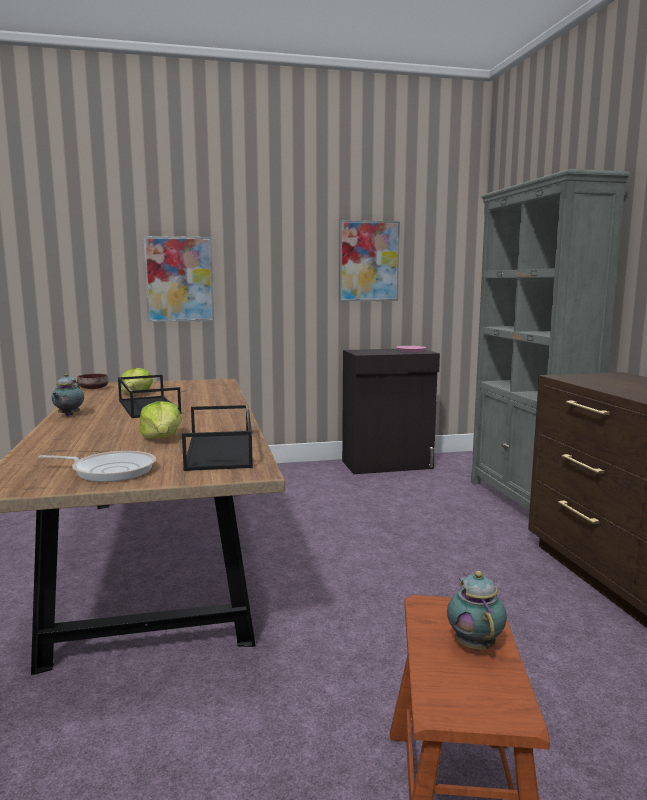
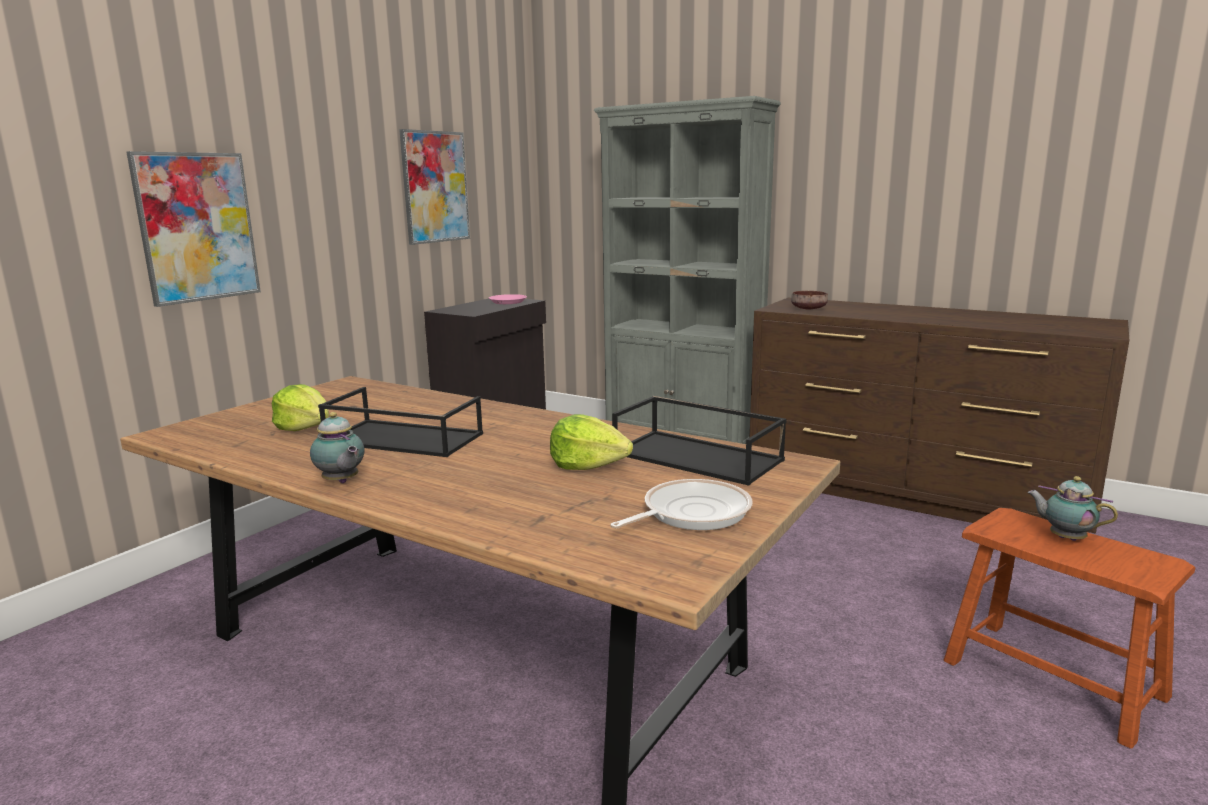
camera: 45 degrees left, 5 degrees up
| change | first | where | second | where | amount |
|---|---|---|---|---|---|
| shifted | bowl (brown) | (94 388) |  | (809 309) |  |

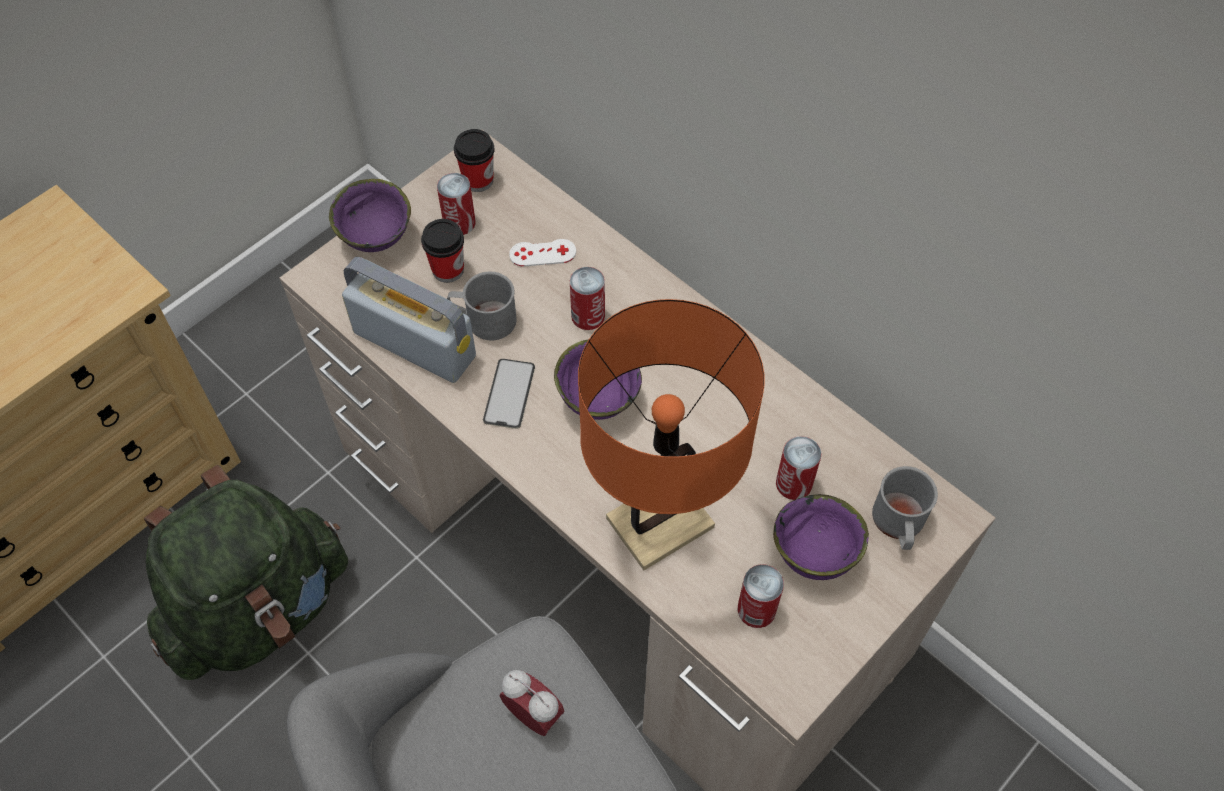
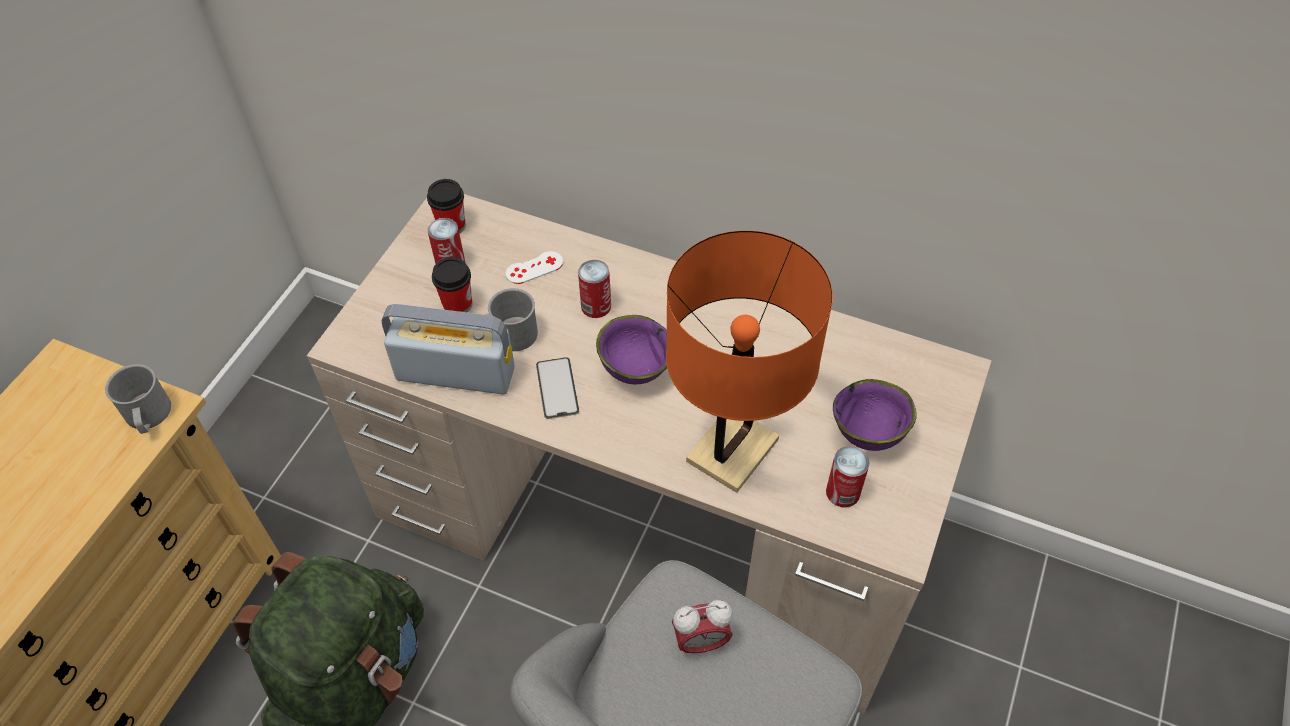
camera: 20 degrees left, 5 degrees down
| change | first | where | second | where | amount |
|---|---|---|---|---|---|
| gone | bowl (purple) | (378 238) |  |  |  |
| gone | can | (794 483) |  |  |  |
| shifted | mug (grey) | (899 524) |  | (148 417) |  |
| rotated | alarm clock | (534 715) |  | (701 642) | 150 degrees clockwise |

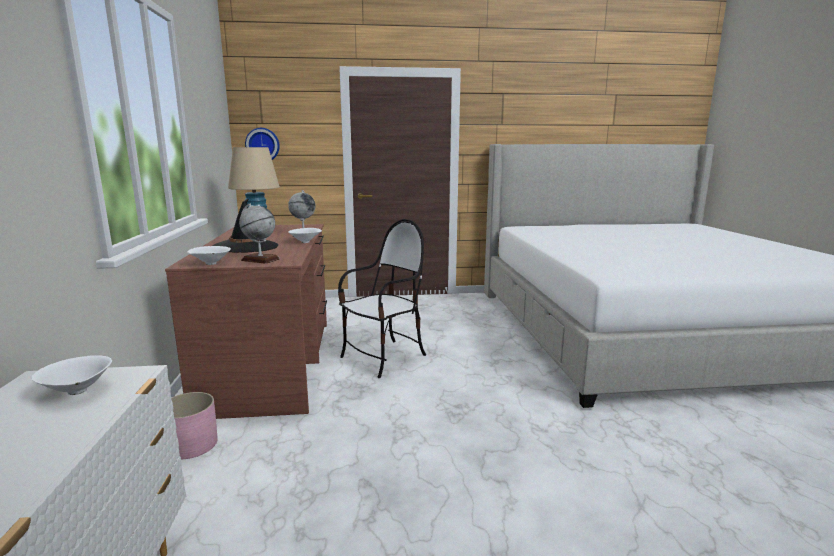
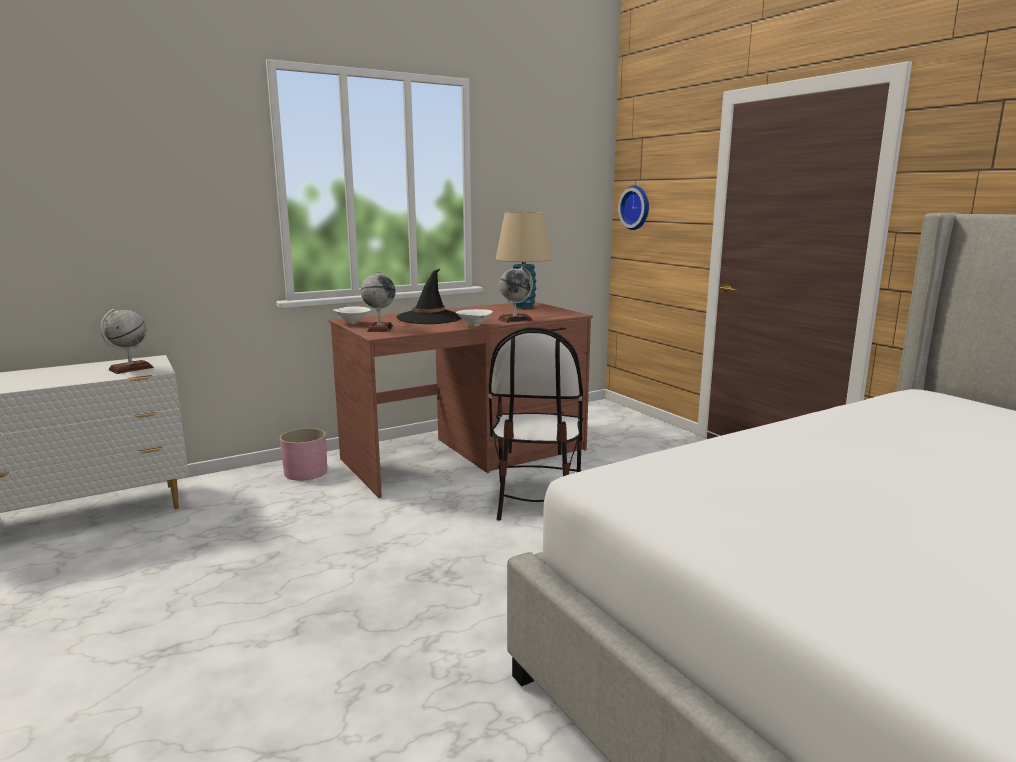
camera: 65 degrees right, 0 degrees up
| change | first | where | second | where | amount |
|---|---|---|---|---|---|
| rotated | chair | (384 358) |  | (535 500) | 75 degrees clockwise |
| swapped | bowl (white) | (77 392) | globe | (131 368) |  |

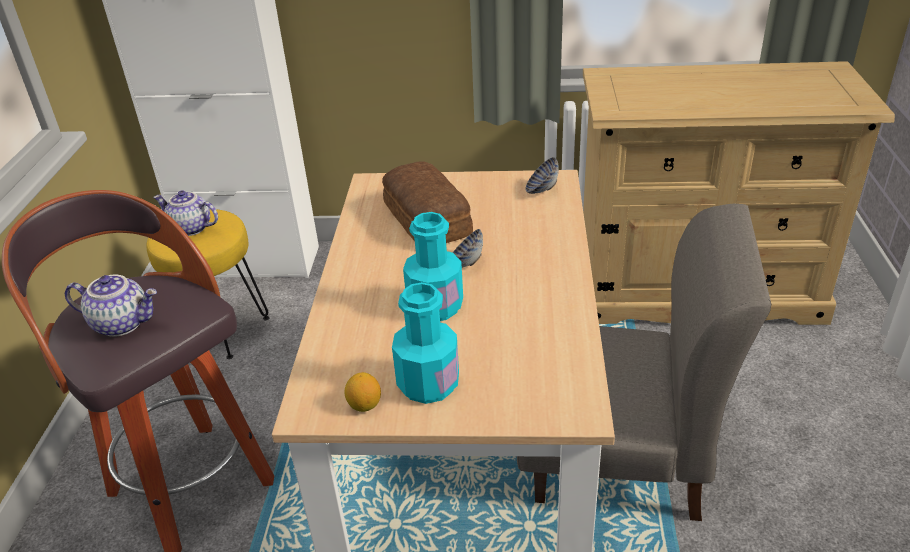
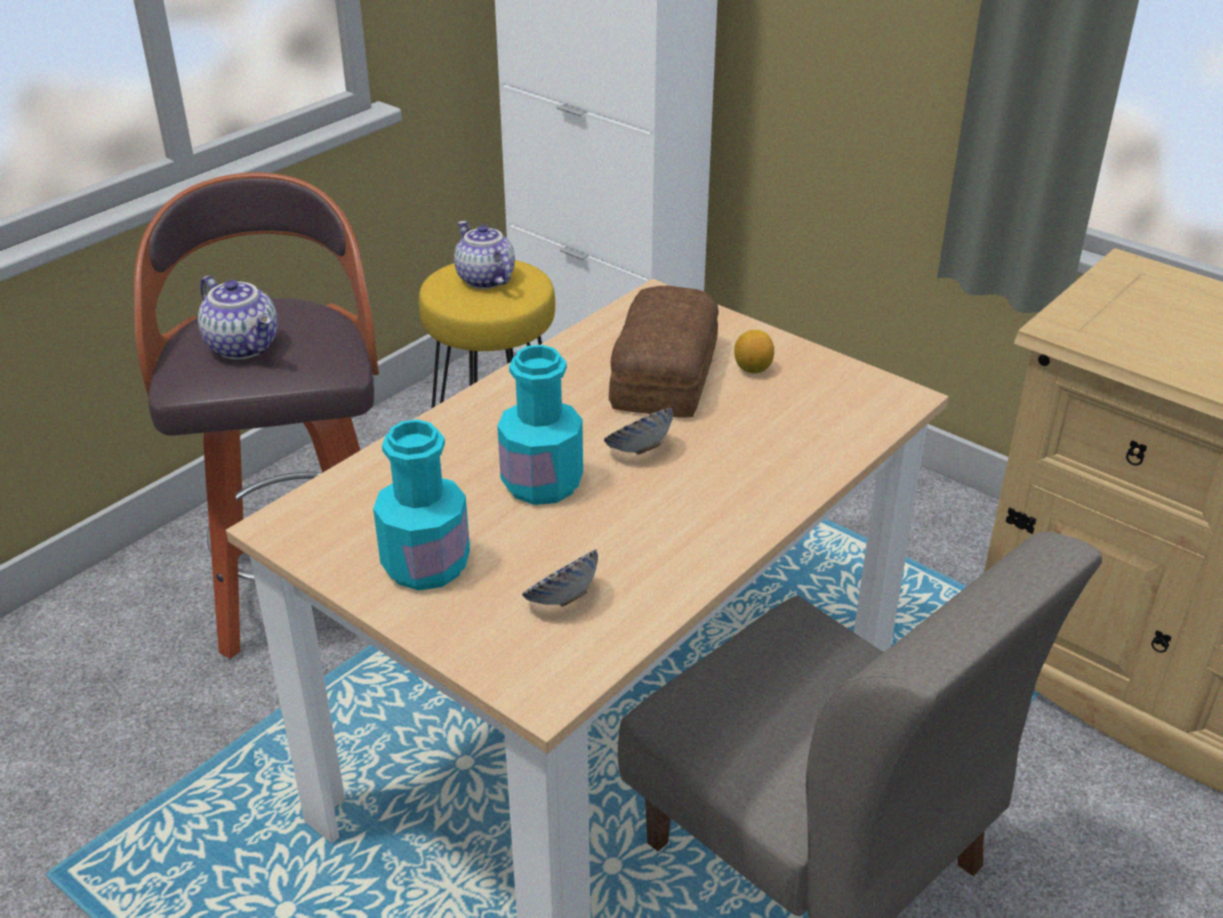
camera: 35 degrees right, 0 degrees up
| change | first | where | second | where | amount |
|---|---|---|---|---|---|
| shifted | bowl | (541 190) |  | (561 599) |  |
| shifted | lemon | (364 405) |  | (752 369) |  |

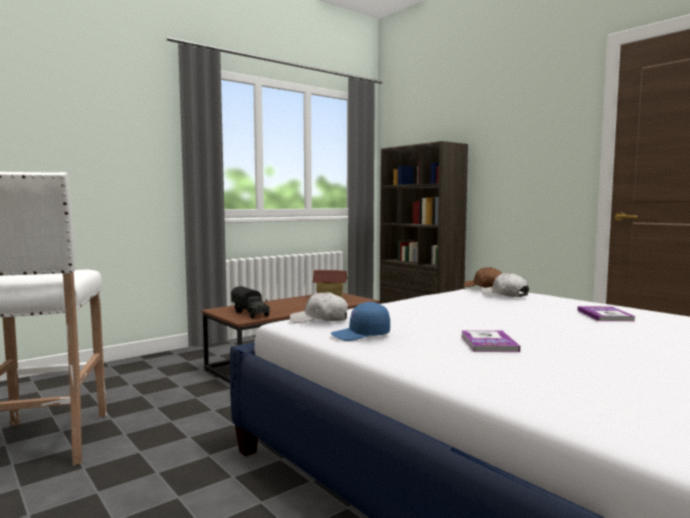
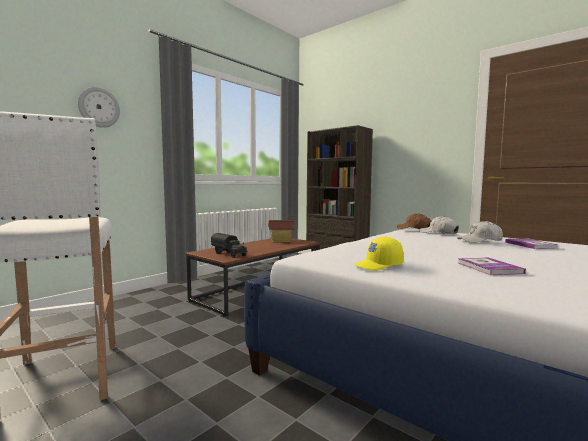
camera: 10 degrees left, 0 degrees up
| change | first | where | second | where | amount |
|---|---|---|---|---|---|
| shifted | cap (white) | (320 320) |  | (480 240) |  |
| repainted | cap (blue) | (361 335) | cap (yellow) | (378 265) |  |
| new |  |  | wall clock | (99 107) |  |

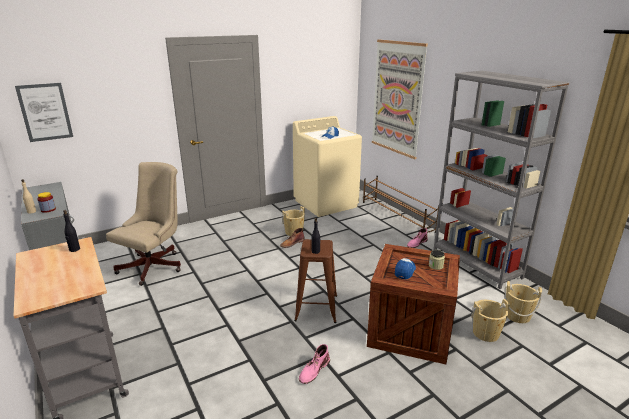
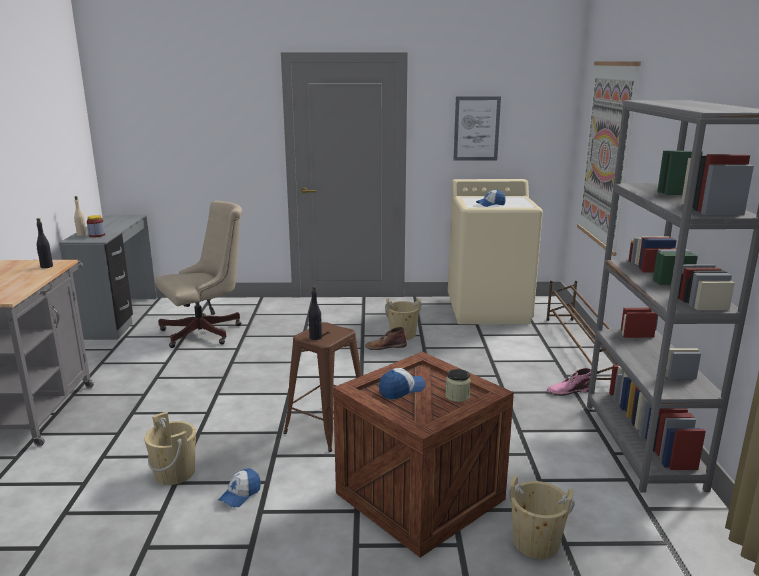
camera: 30 degrees right, 5 degrees down
| change | first | where | second | where | amount |
|---|---|---|---|---|---|
| shifted | picture | (45 112) |  | (476 128) |  |
| shifted | bucket (beige) | (517 315) |  | (175 473) |  |
| swapped | boot (pink) | (314 370) | cap | (240 494) |  |

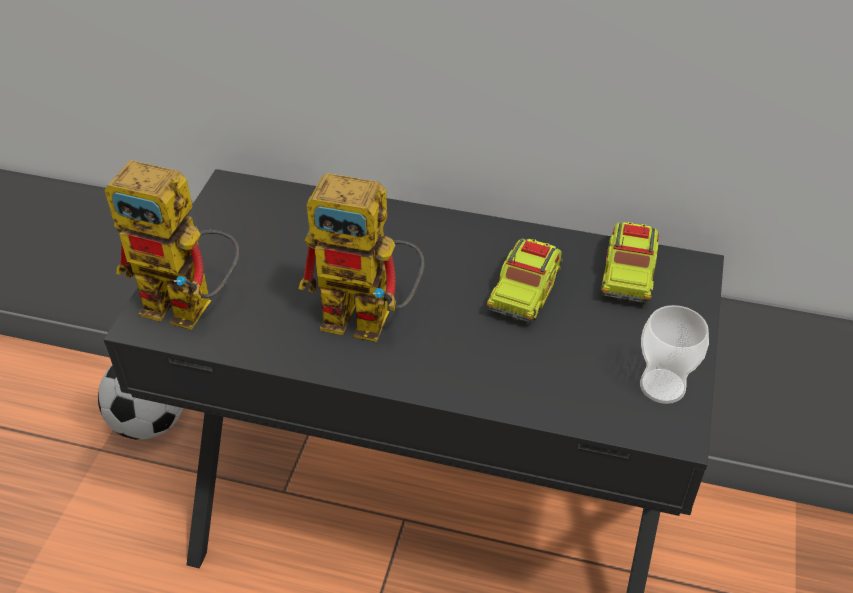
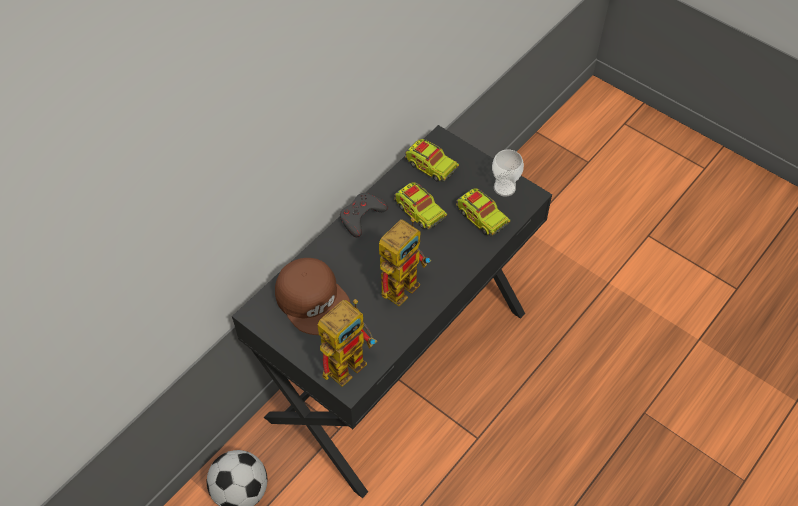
camera: 65 degrees left, 10 degrees up
| change | first | where | second | where | amount |
|---|---|---|---|---|---|
| new |  |  | toy truck | (481 217) |  |
| new |  |  | game controller (grey) | (361 216) |  |
| new |  |  | cap (brown) | (313 299) |  |

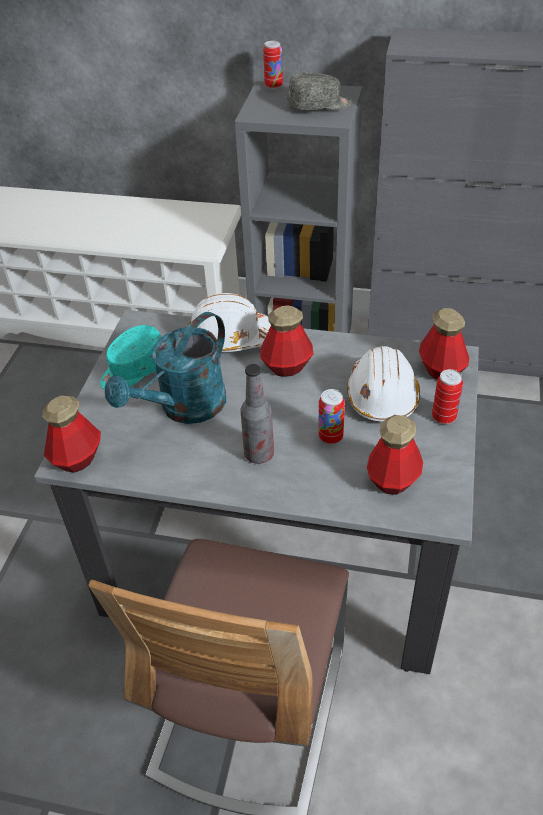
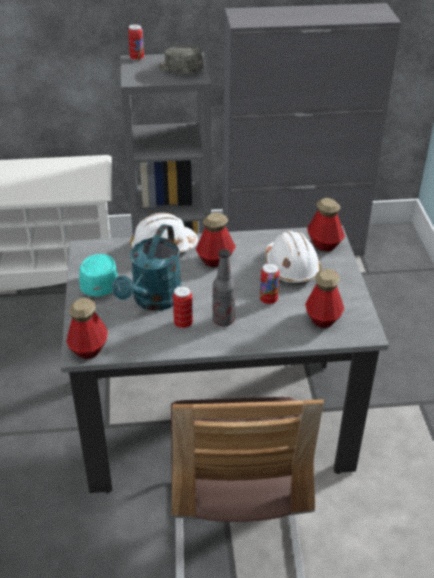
camera: 20 degrees left, 5 degrees down
| change | first | where | second | where | amount |
|---|---|---|---|---|---|
| rotated | cap (grey) | (319 106) |  | (180 69) | 120 degrees counterclockwise |
| rotated | cap (turquoise) | (133 370) |  | (100 282) | 150 degrees clockwise |
| shifted | can | (444 417) |  | (183 323) |  |

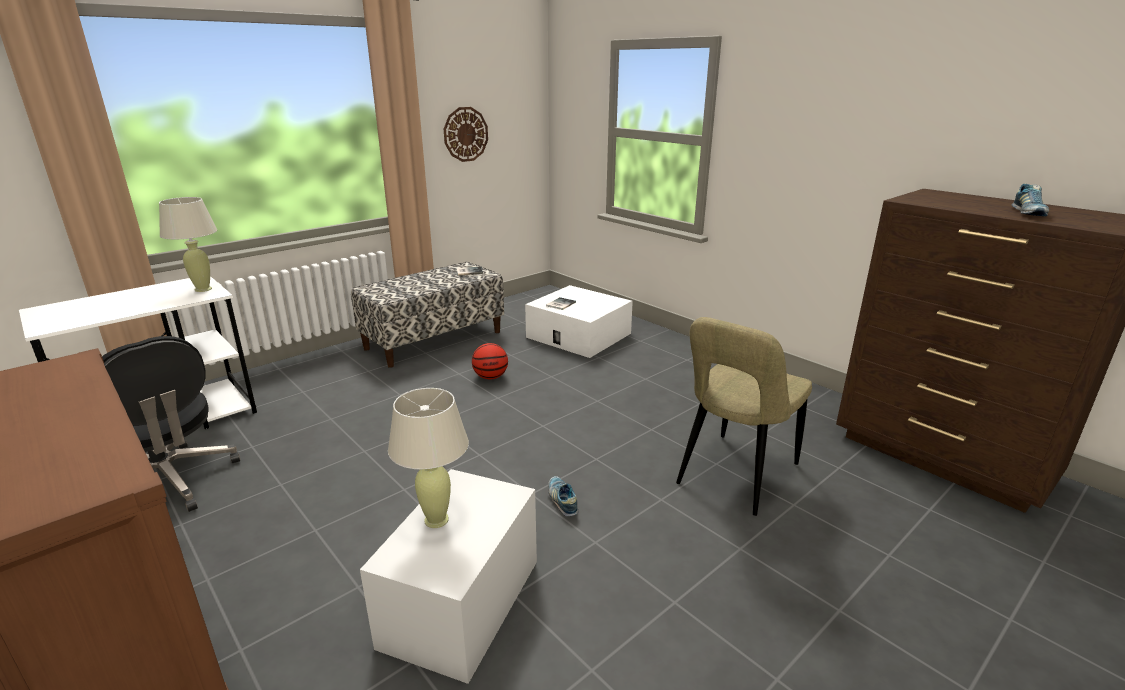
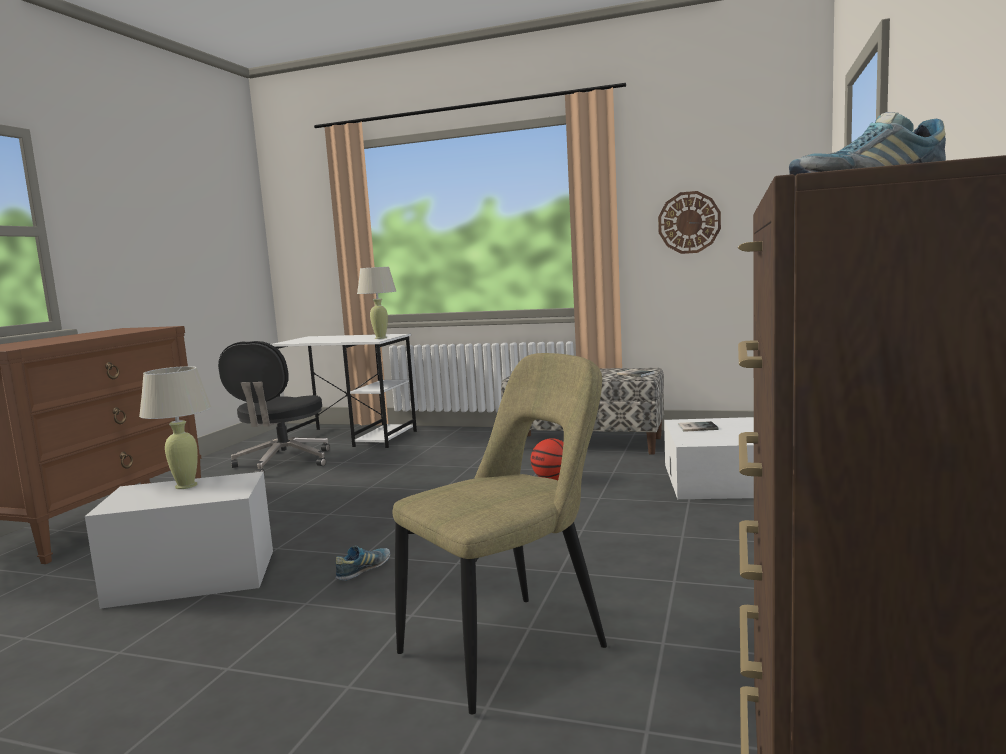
camera: 60 degrees right, 15 degrees down
| change | first | where | second | where | amount |
|---|---|---|---|---|---|
| rotated | chair (beige) | (734 476) |  | (511 647) | 135 degrees clockwise |

